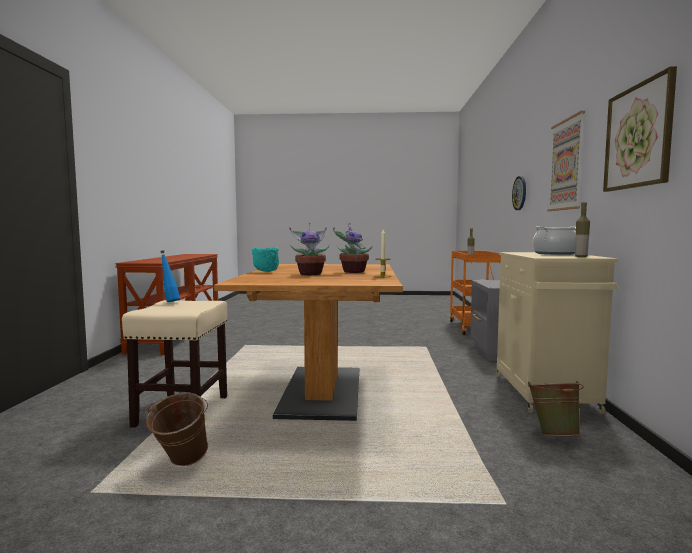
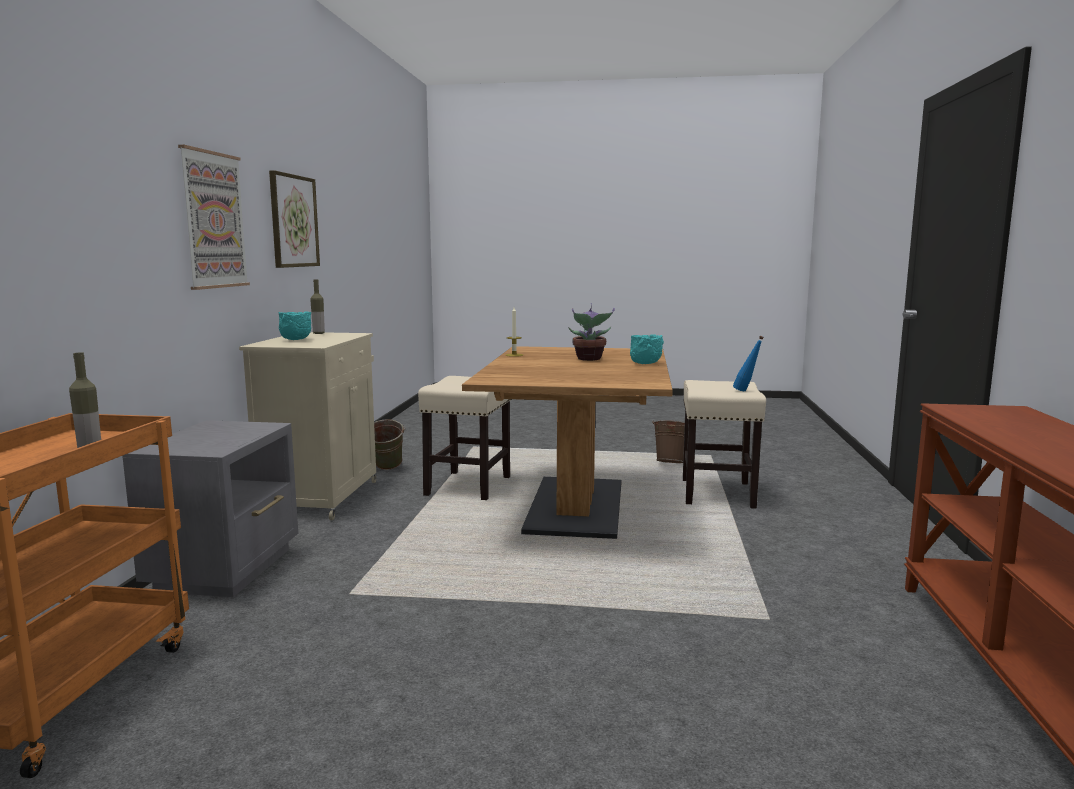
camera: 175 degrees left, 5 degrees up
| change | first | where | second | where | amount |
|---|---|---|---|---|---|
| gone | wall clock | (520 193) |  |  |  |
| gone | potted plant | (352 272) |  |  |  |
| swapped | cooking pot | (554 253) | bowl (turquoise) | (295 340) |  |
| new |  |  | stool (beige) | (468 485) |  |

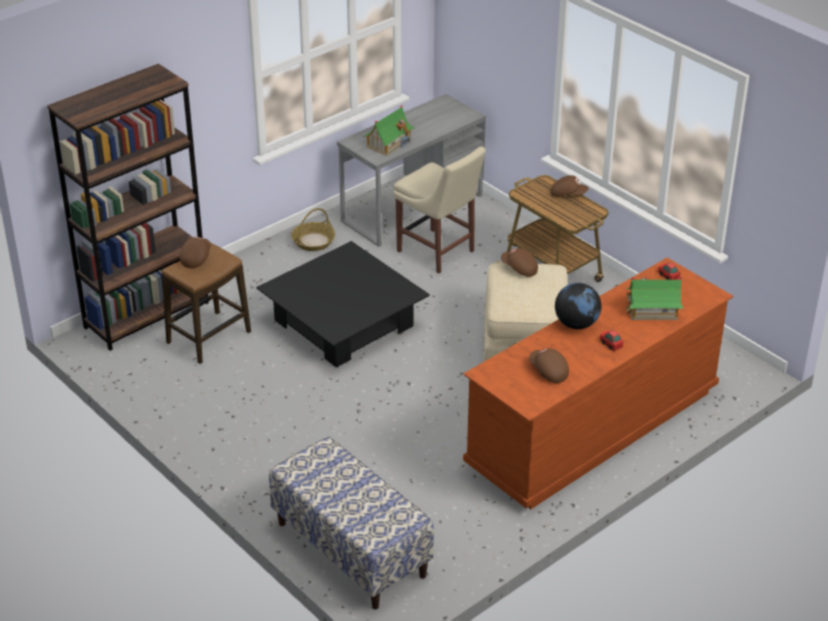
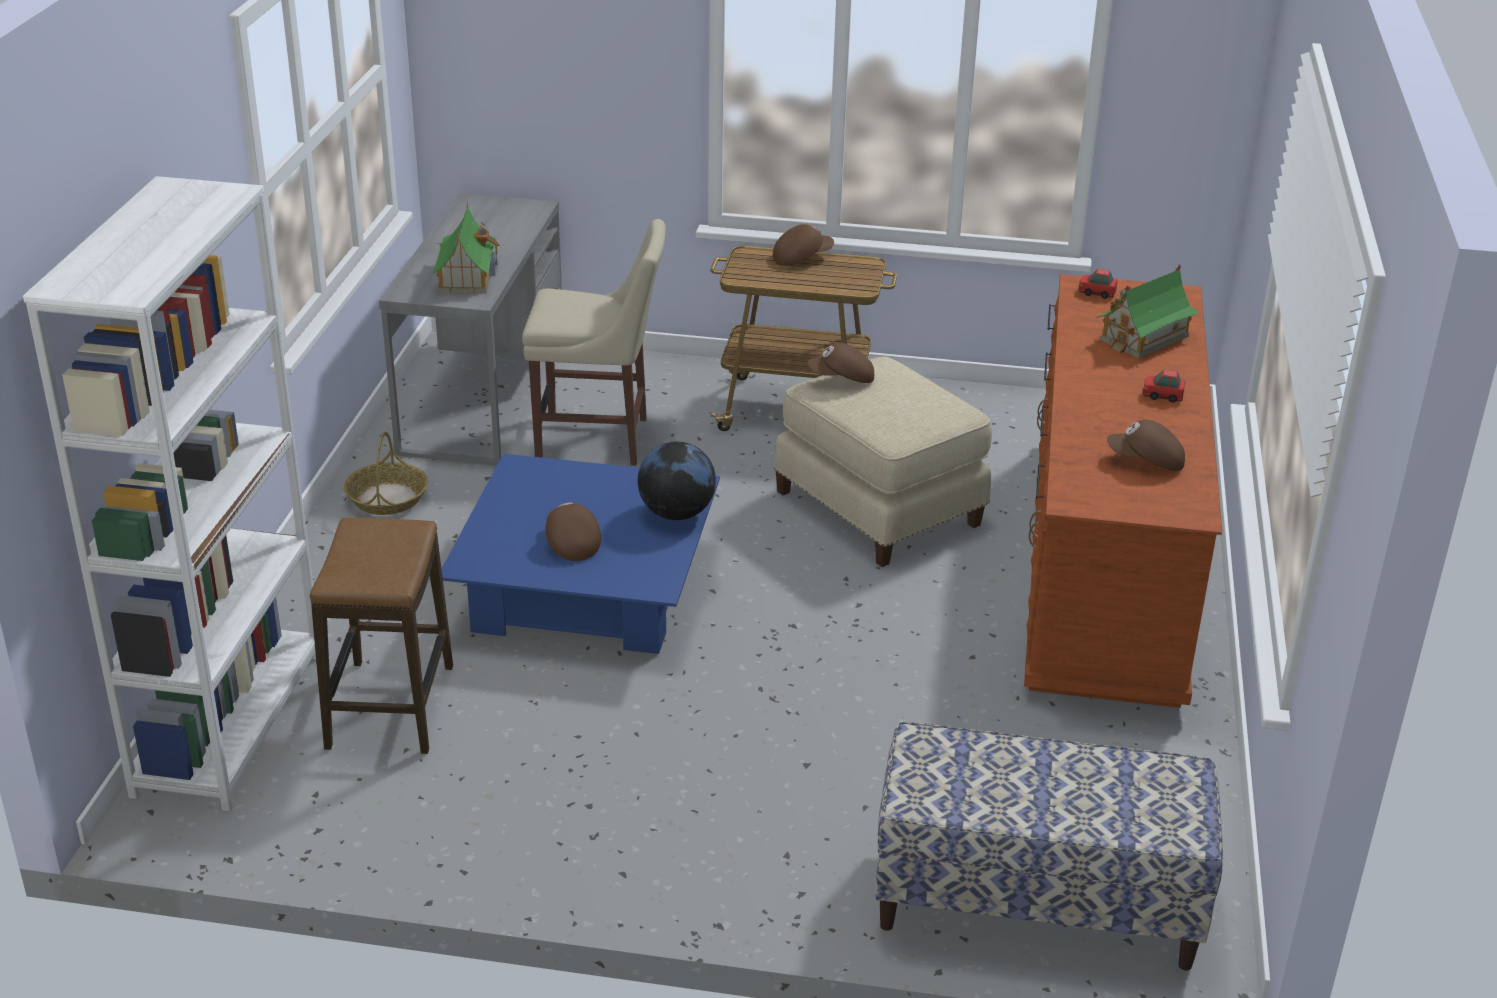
camera: 40 degrees left, 5 degrees down
| change | first | where | second | where | amount |
|---|---|---|---|---|---|
| repainted | bookcase (brown) | (147 315) | bookcase (white) | (230 723) |  |
| shifted | cap (brown) | (196 258) |  | (571 543) |  |
| repainted | coffee table (black) | (343 324) | coffee table (blue) | (587 590) |  |
| shifted | globe | (576 324) |  | (677 513) |  |

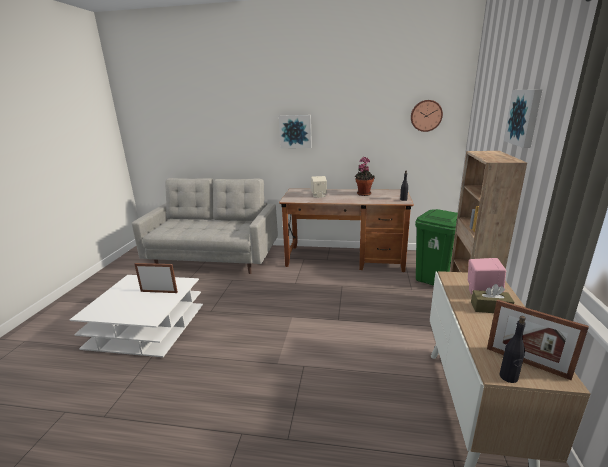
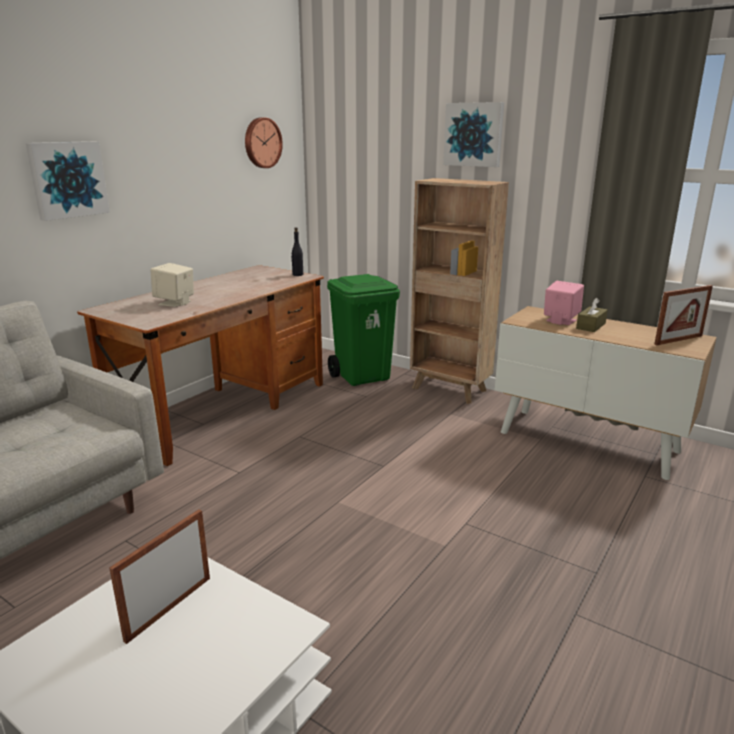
camera: 65 degrees left, 0 degrees up
| change | first | where | second | where | amount |
|---|---|---|---|---|---|
| gone | potted plant | (363 193) |  |  |  |
| gone | bottle (black) | (508 377) |  |  |  |

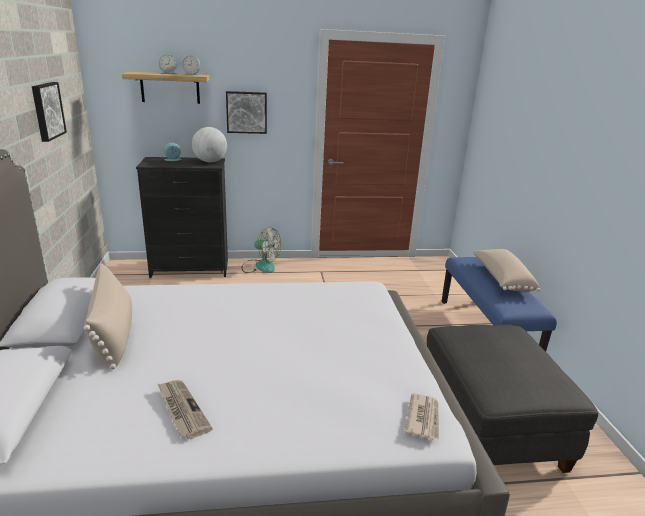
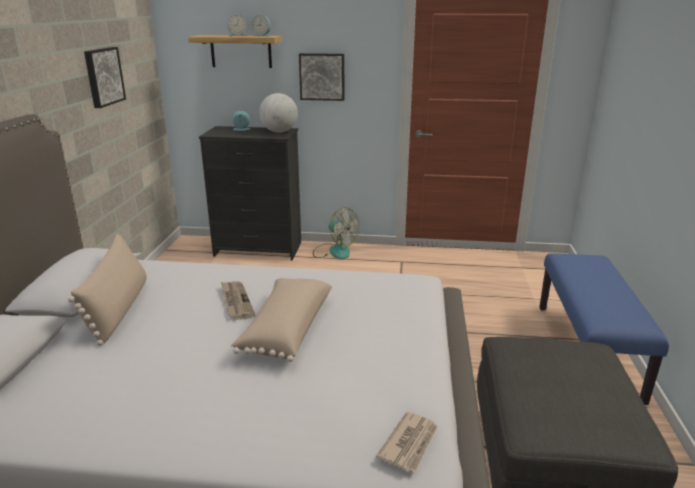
camera: 15 degrees right, 0 degrees up
| change | first | where | second | where | amount |
|---|---|---|---|---|---|
| shifted | pillow (beige) | (501 279) |  | (285 330) |  |
| shifted | newspaper | (182 410) |  | (236 301) |  |

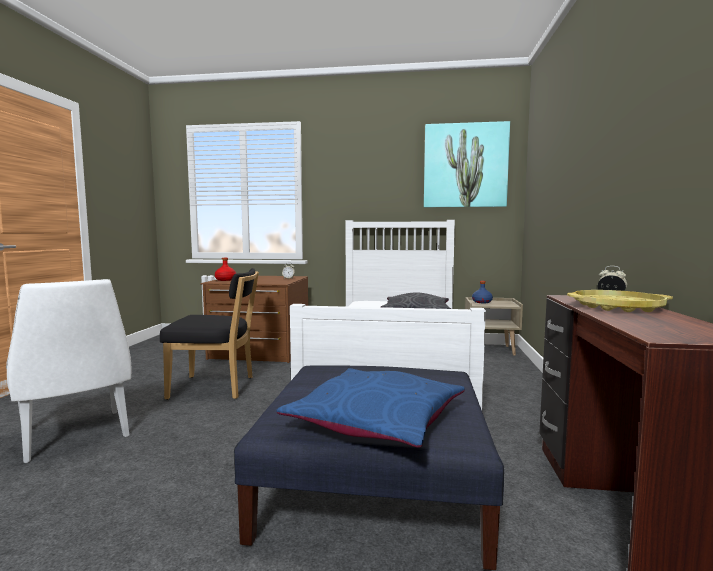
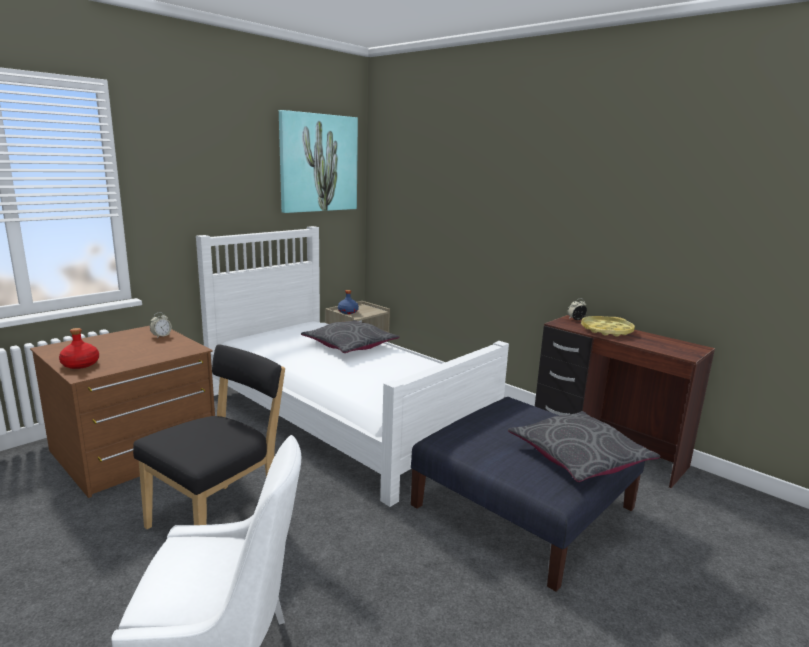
camera: 55 degrees left, 10 degrees up
| change | first | where | second | where | amount |
|---|---|---|---|---|---|
| repainted | pillow (blue) | (376 420) | pillow (grey) | (578 457) |  |

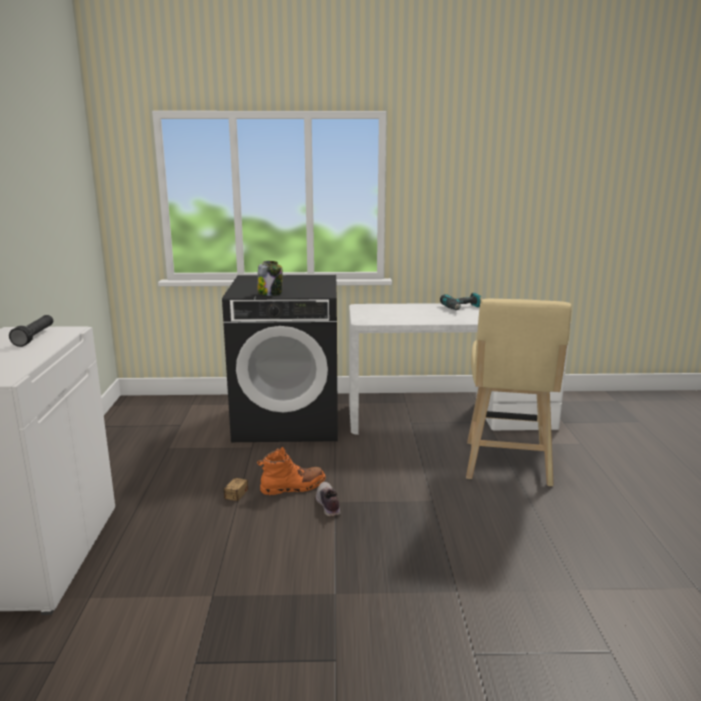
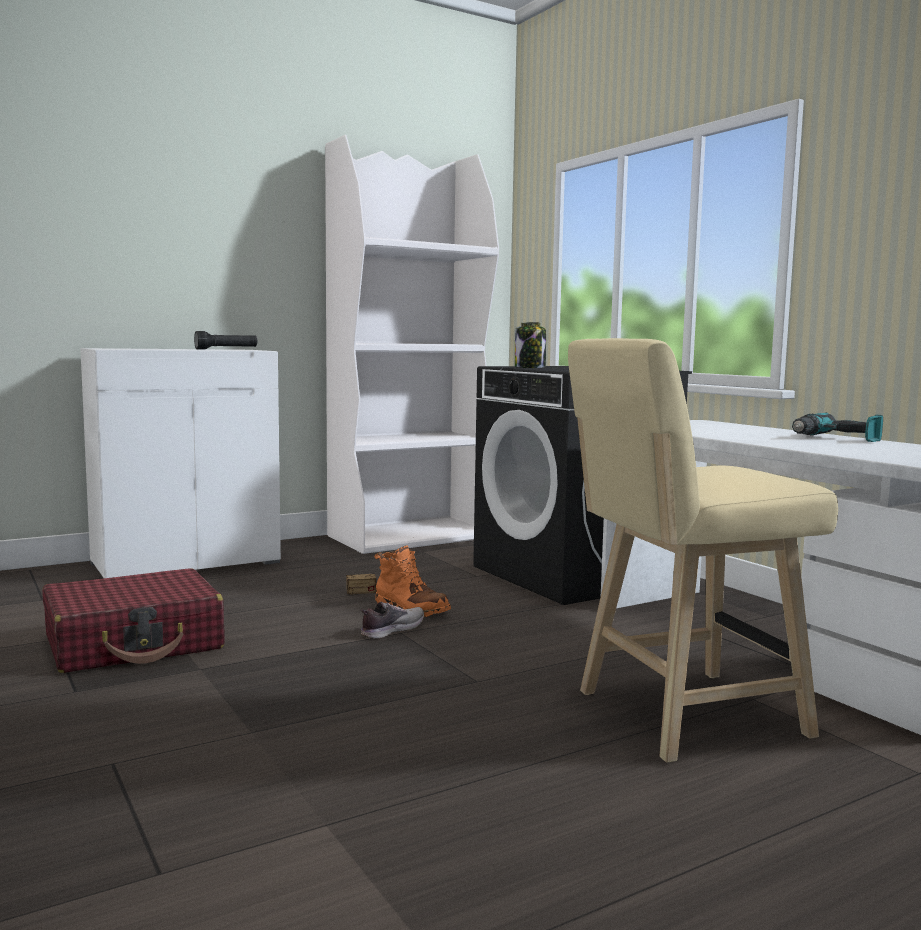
camera: 60 degrees right, 10 degrees down
| change | first | where | second | where | amount |
|---|---|---|---|---|---|
| new |  |  | bookcase (white) | (410 536) |  |
| new |  |  | suitcase (red) | (135 643) |  |

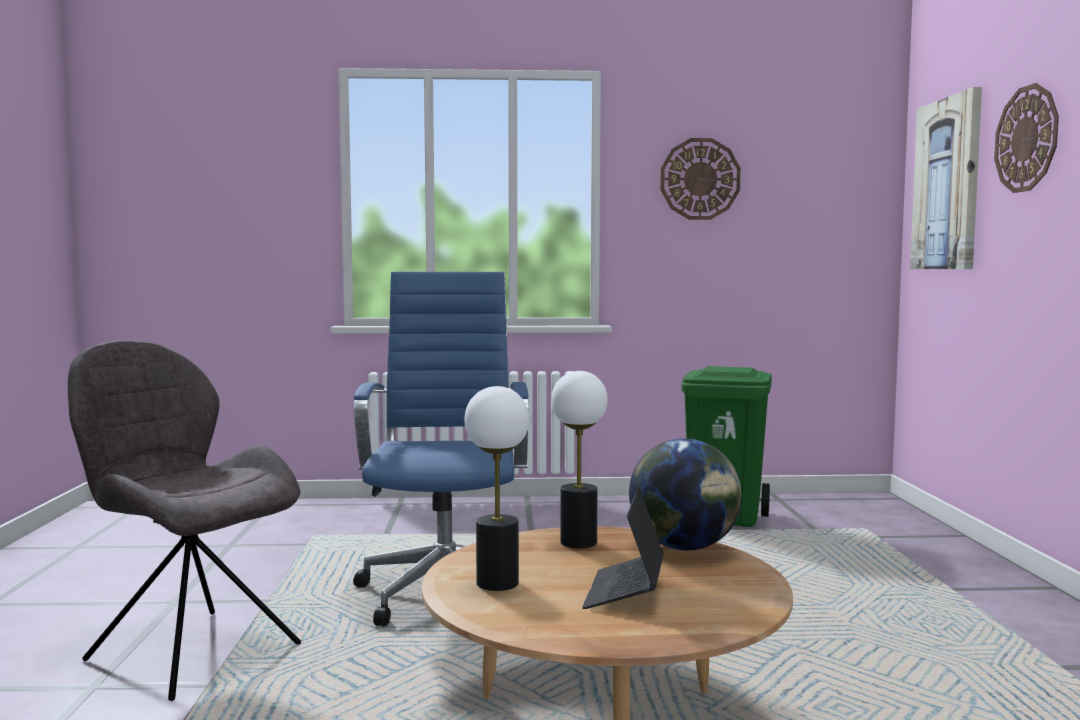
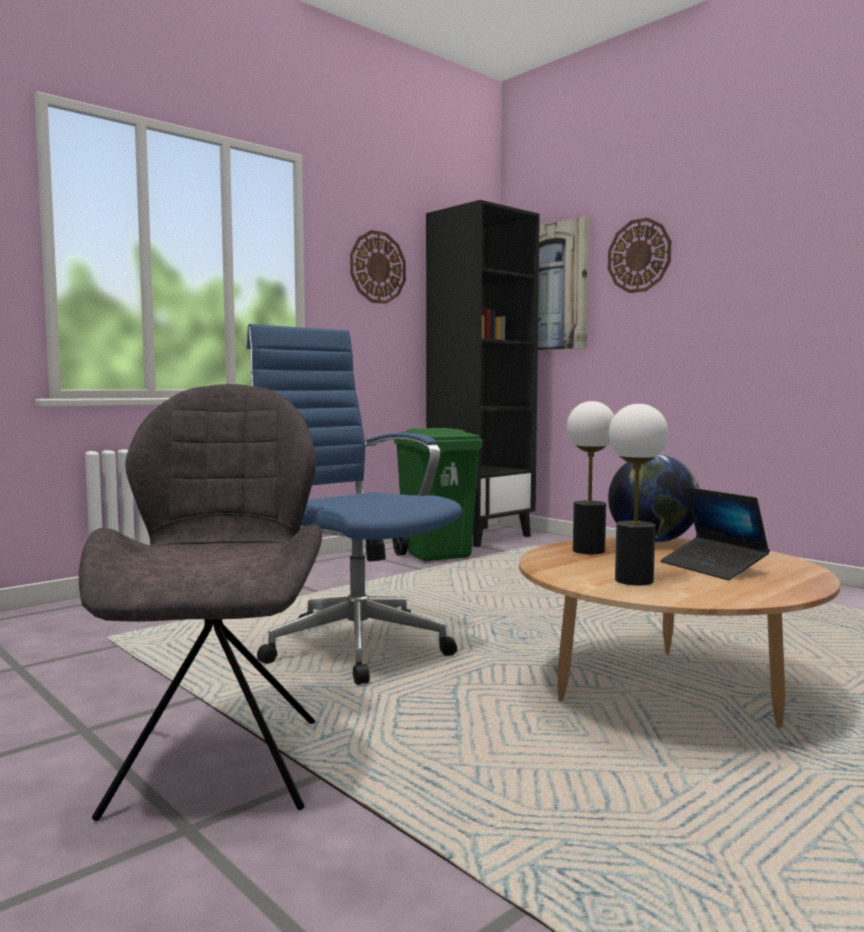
camera: 40 degrees left, 0 degrees up
| change | first | where | second | where | amount |
|---|---|---|---|---|---|
| rotated | chair (grey) | (189 650) |  | (220 761) | 90 degrees clockwise |
| new |  |  | bookcase (black) | (480 536) |  |

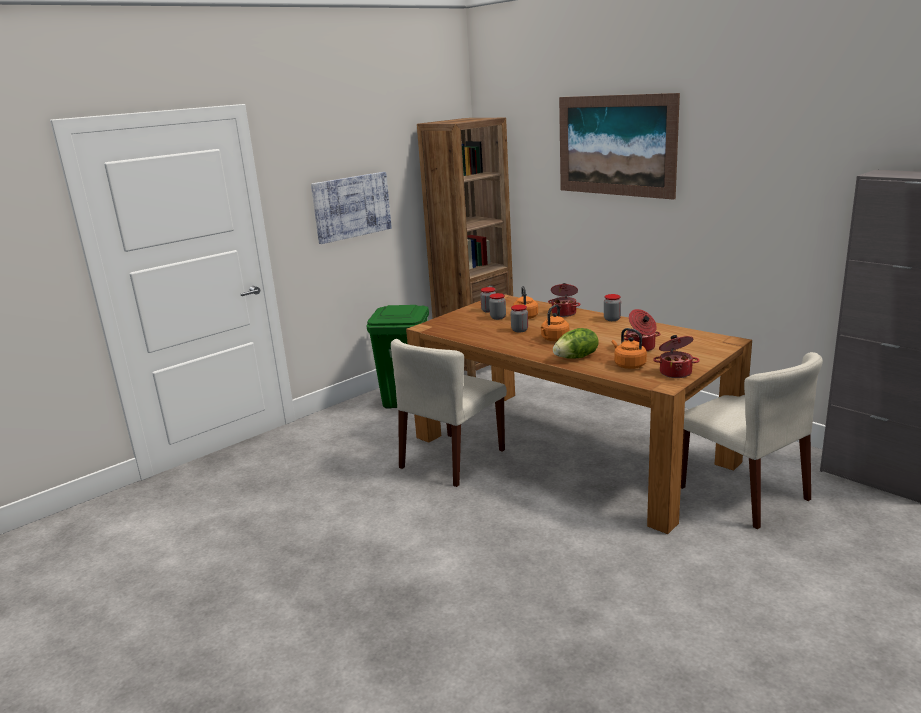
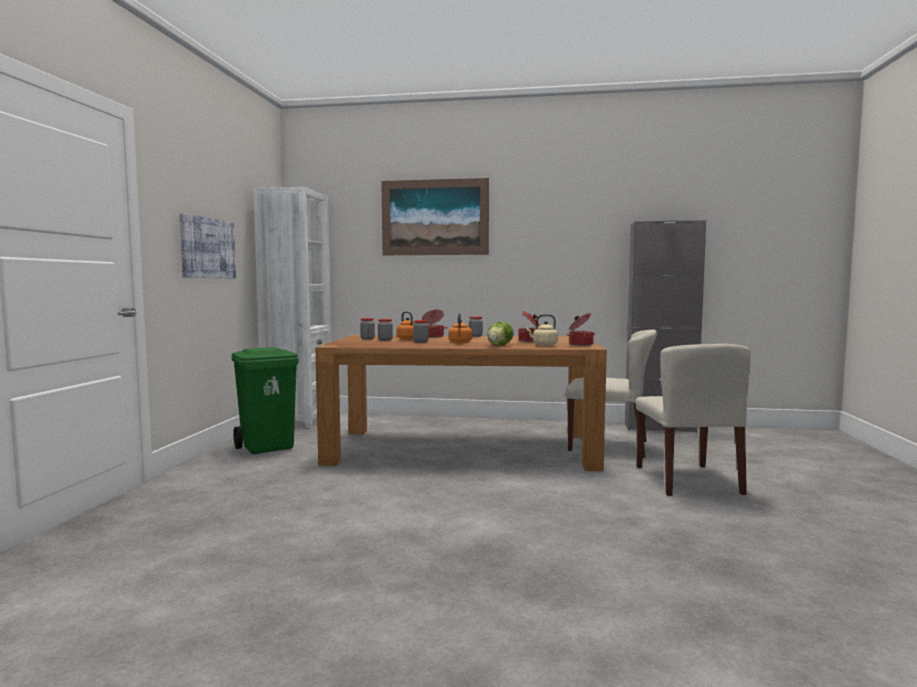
camera: 40 degrees left, 15 degrees down
| change | first | where | second | where | amount |
|---|---|---|---|---|---|
| repainted | bookcase (brown) | (476 363) | bookcase (white) | (298 420) |  |
| repainted | kettle (orange) | (628 365) | kettle (beige) | (543 345) |  |
| shifted | chair (beige) | (452 459) |  | (688 480) |  |

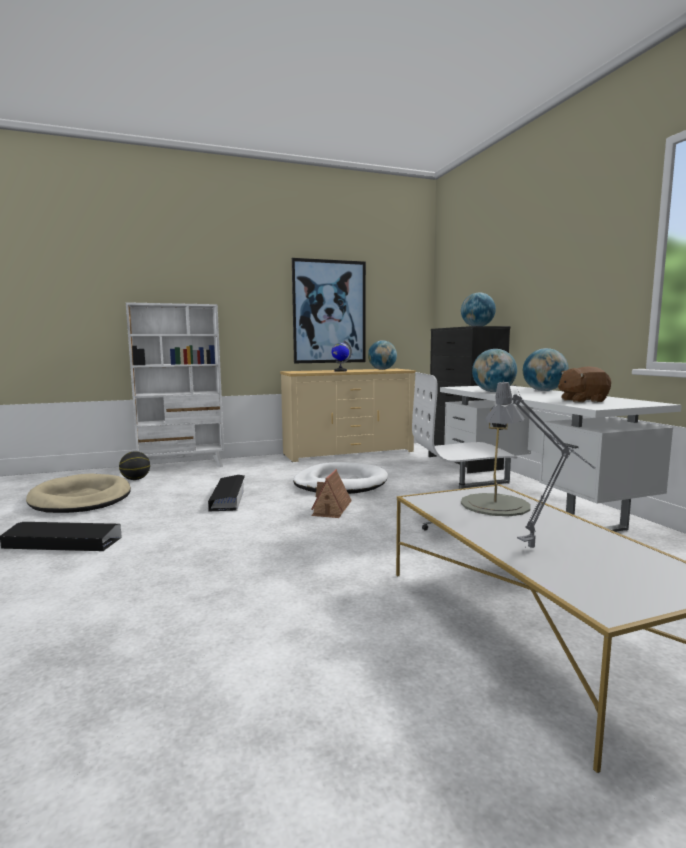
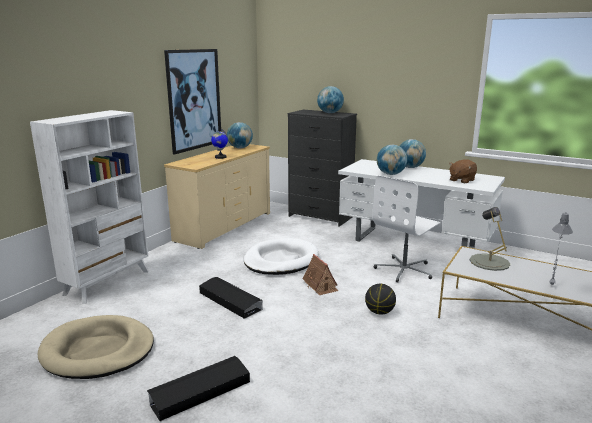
camera: 40 degrees left, 10 degrees up
| change | first | where | second | where | amount |
|---|---|---|---|---|---|
| shifted | basketball | (135 479) |  | (379 312) |  |

